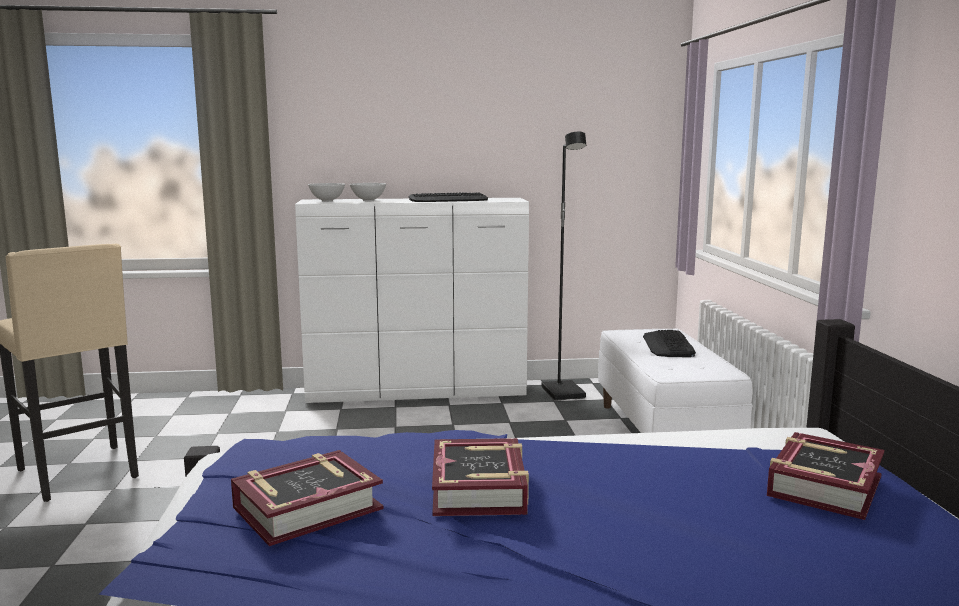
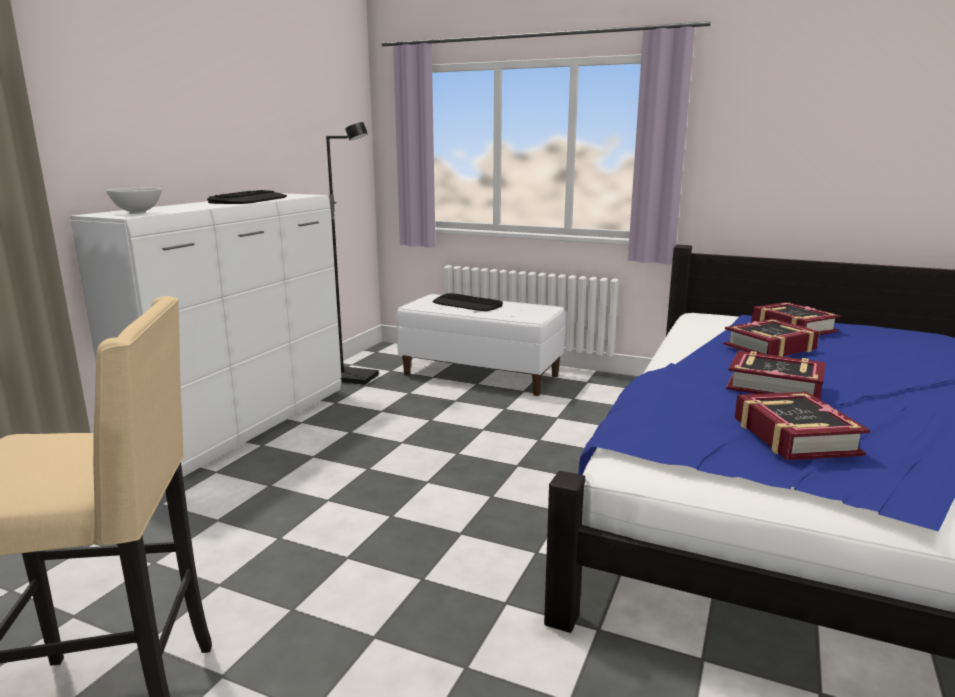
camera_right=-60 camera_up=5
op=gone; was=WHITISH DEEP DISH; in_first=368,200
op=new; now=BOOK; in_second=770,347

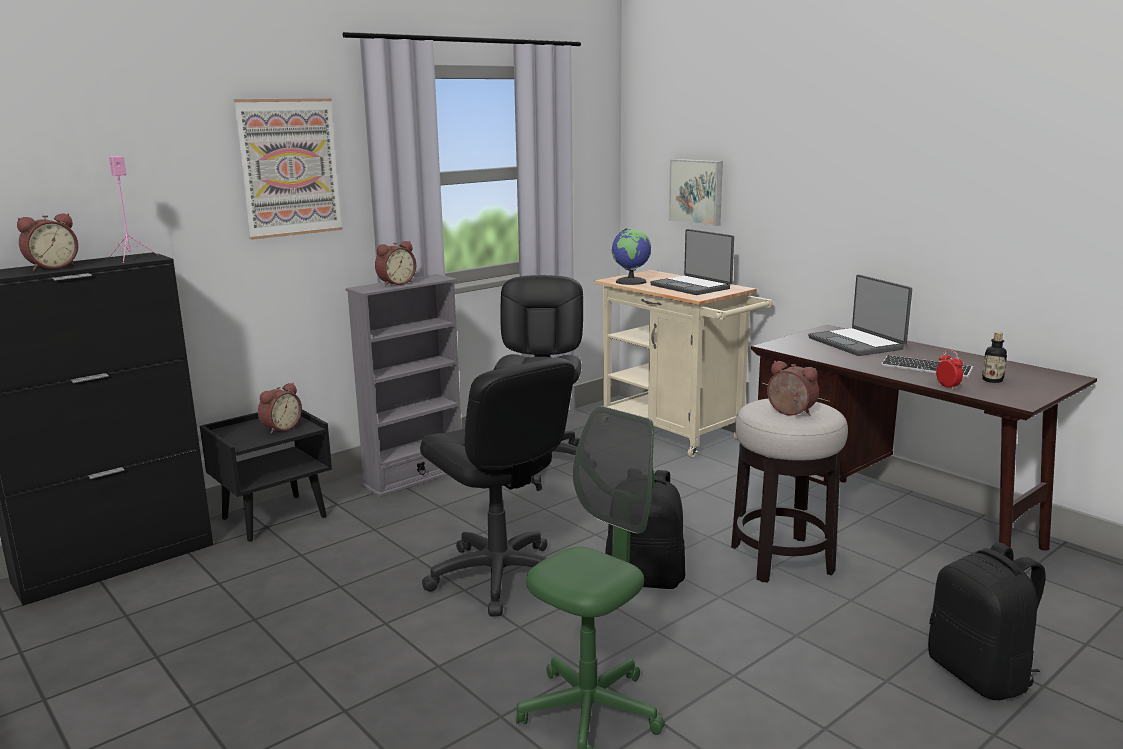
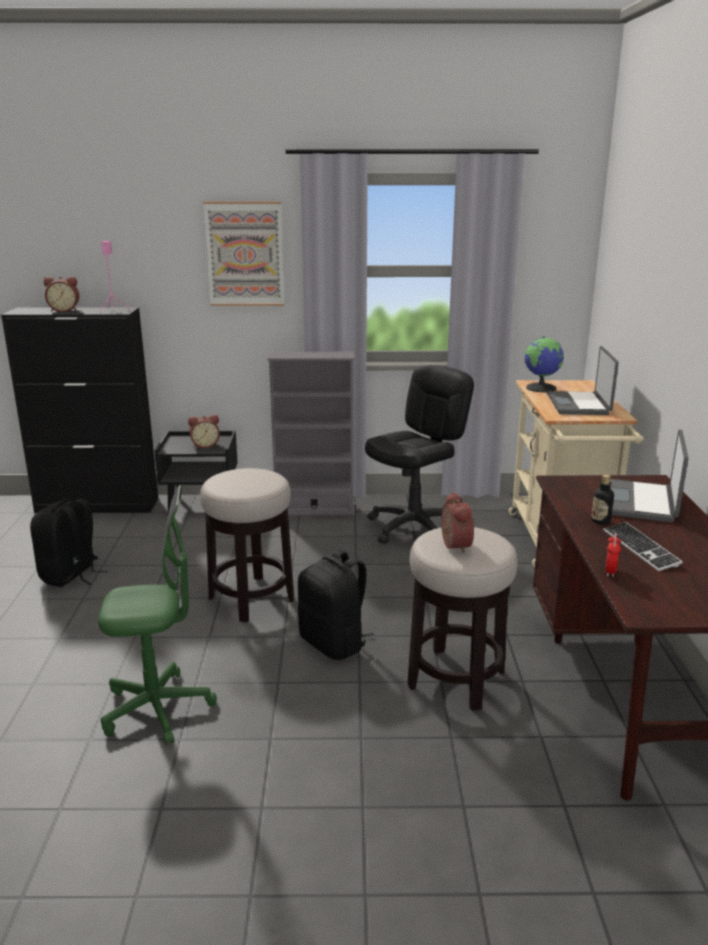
camera_right=40 camera_up=5
op=gone; was=TABLE CLOCK; in_first=395,283
op=swapped; was=BLACK OFFICE CHAIR; now=STOOL; in_first=498,577; in_second=251,599
op=gone; was=PICTURE; in_first=697,191
op=shifted; was=BLACK RUCKSACK; in_first=980,675; in_second=71,575
op=shifted; was=BEVERAGE BOTTLE; in_first=992,380; in_second=600,521

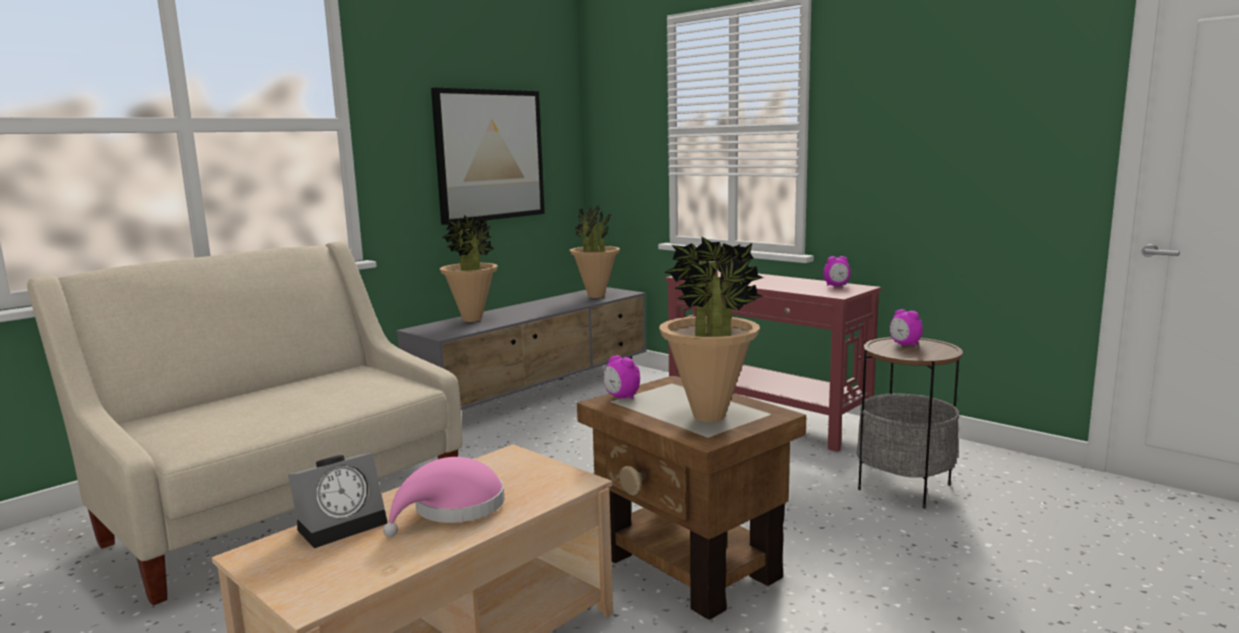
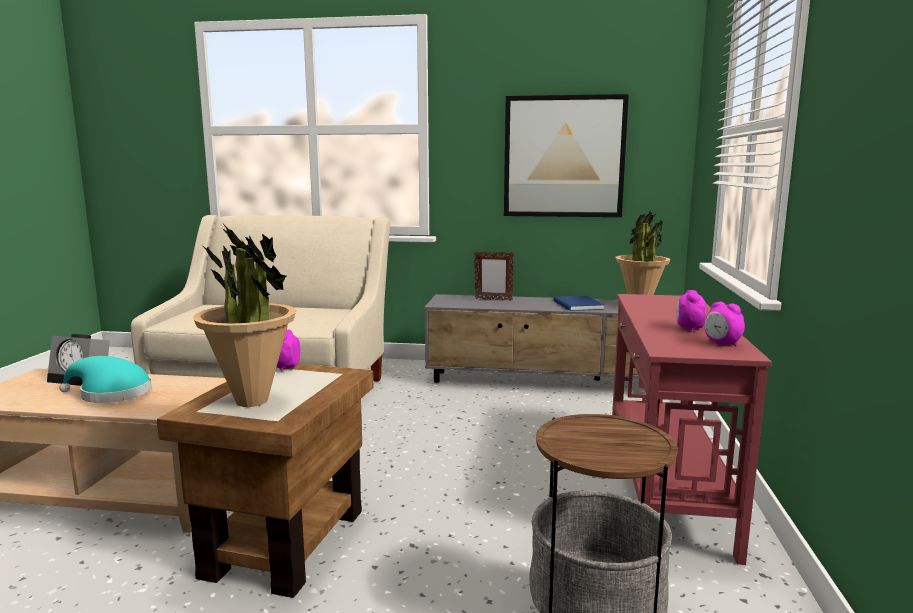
camera_right=55 camera_up=0
op=repainted; was=PINK HAT; now=BLUE-GREEN HAT; in_first=453,509; in_second=111,394
op=swapped; was=HOUSEPLANT; now=PICTURE FRAME; in_first=472,319; in_second=493,299
op=shifted; was=TABLE CLOCK; in_first=904,344; in_second=688,329
op=new; now=BLUE-COLOURED BOOK; in_second=577,305

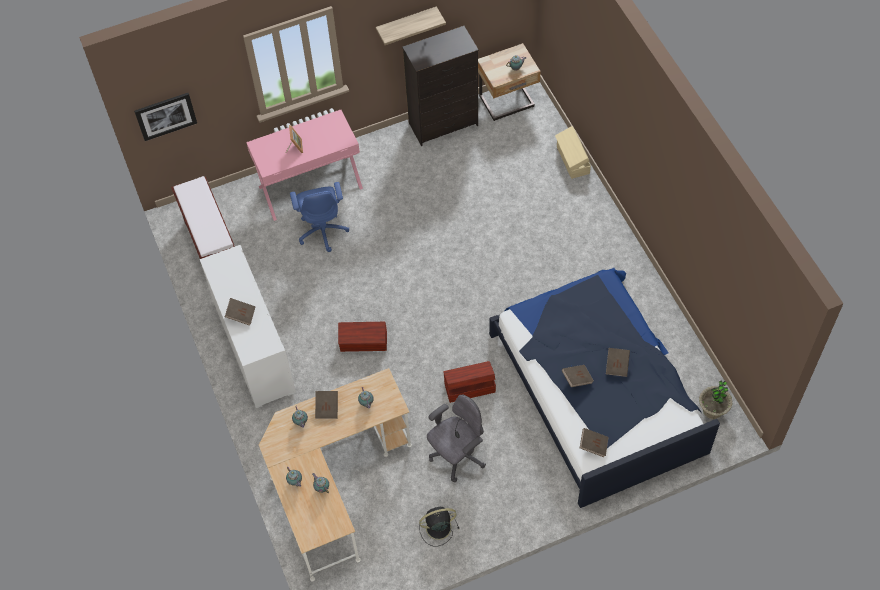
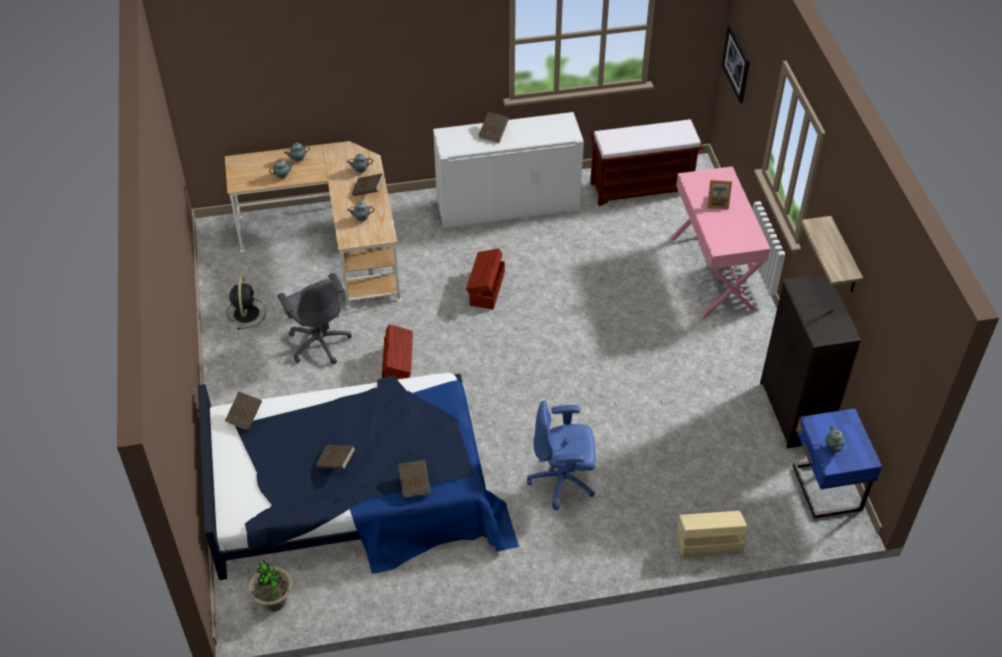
camera_right=100 camera_up=-10
op=shifted; was=BLUE-COLOURED OFFICE CHAIR; in_first=323,230; in_second=563,481
op=repainted; was=BEIGE-COLOURED NIGHT TABLE; now=BLUE-COLOURED NIGHT TABLE; in_first=507,102; in_second=824,489
op=shifted; was=BROWN BOOK; in_first=577,379; in_second=414,484

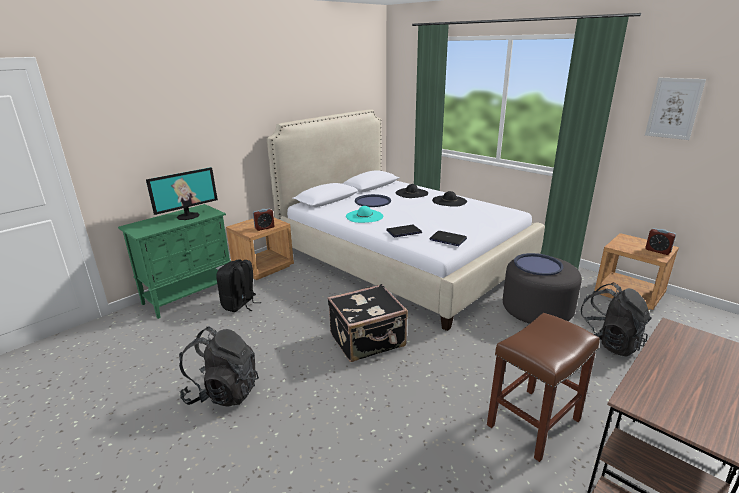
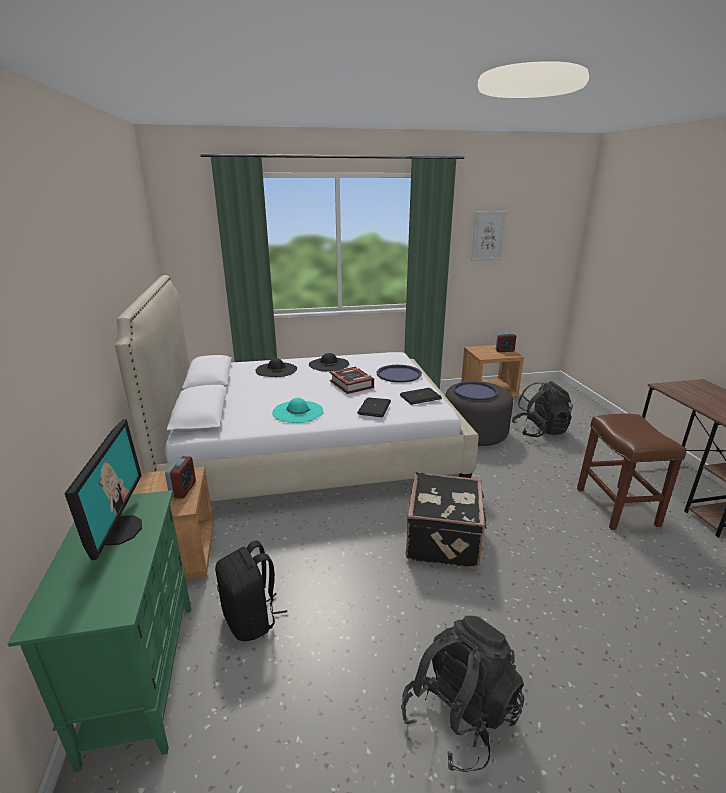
camera_right=-55 camera_up=0
op=shifted; was=BLUE-COLOURED SERVING TRAY; in_first=372,201; in_second=398,374
op=new; now=BOOK; in_second=352,384

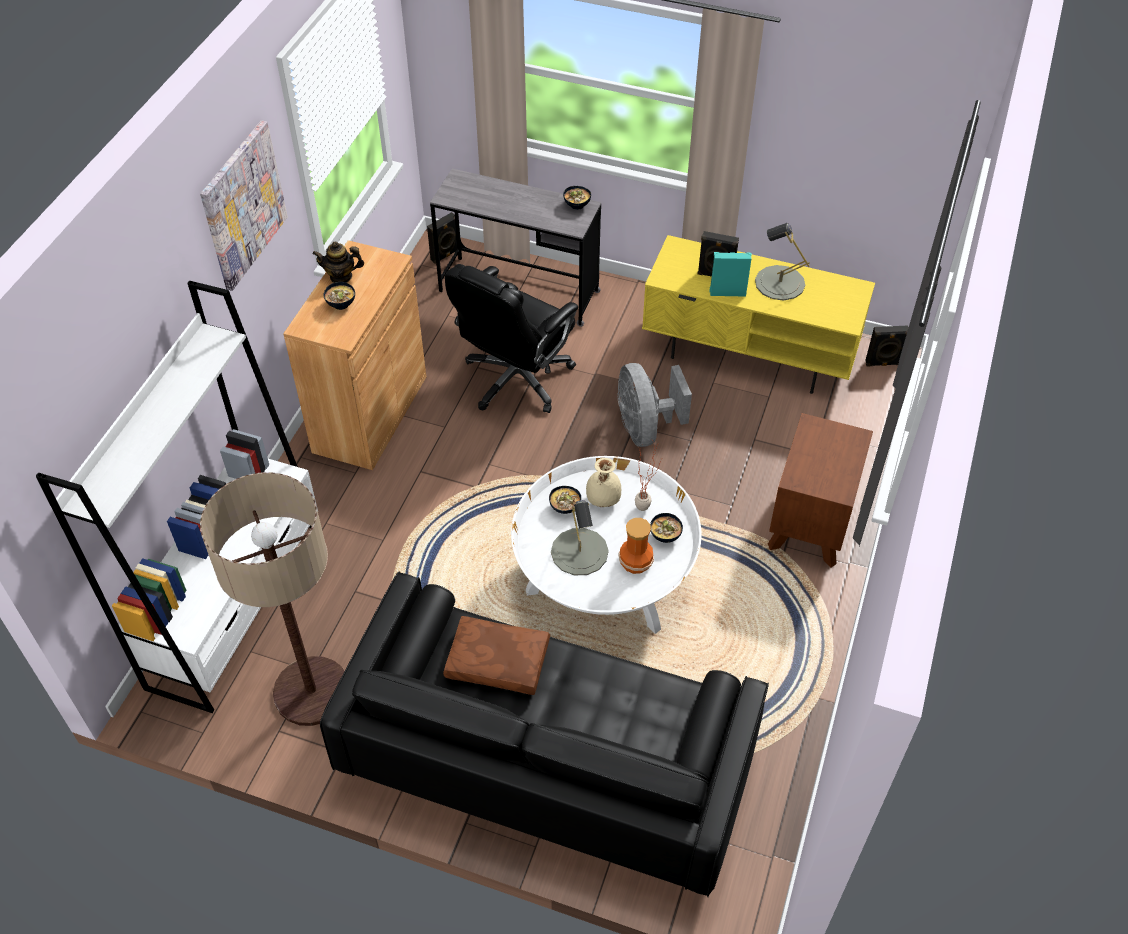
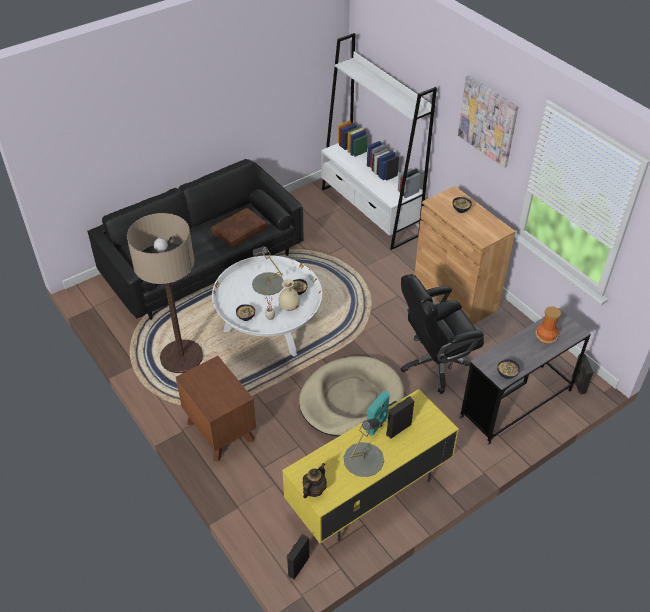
camera_right=125 camera_up=-5
op=shifted; was=FLOOR LAMP; in_first=311,692; in_second=181,357
op=shifted; was=TEAPOT; in_first=341,276; in_second=314,489
op=rotated; was=BLACK OFFICE CHAIR; in_first=516,379; in_second=436,363; clockwise=-90
op=swapped; was=GRAY ELECTRIC FAN; now=BEIGE-COLOURED PET BED; in_first=645,428; in_second=351,400
op=shifted; was=FLOWER VASE; in_first=635,562; in_second=545,337

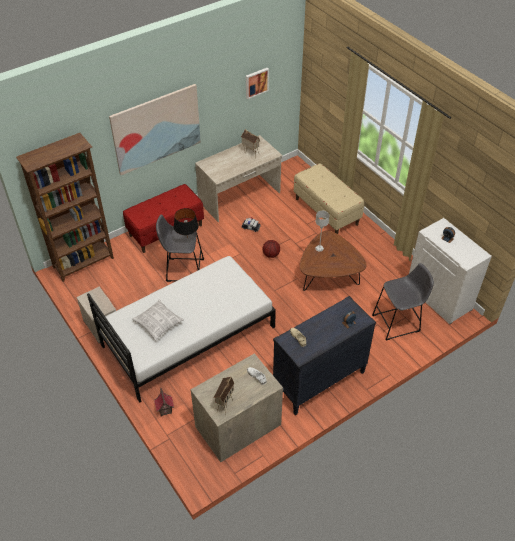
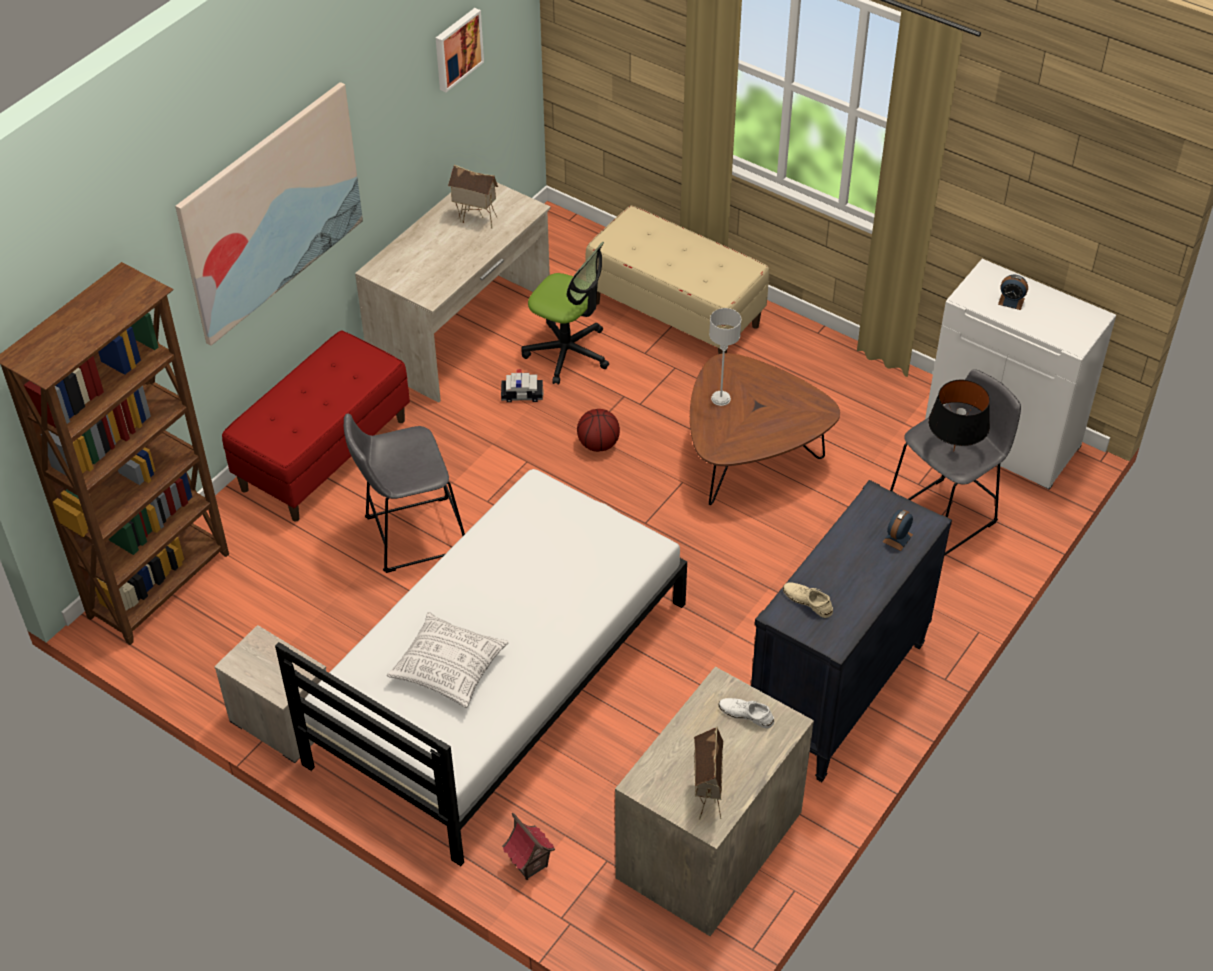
camera_right=-20 camera_up=0
op=shifted; was=BLACK TABLETOP LAMP; in_first=187,237; in_second=953,451
op=new; now=OFFICE CHAIR; in_second=567,352

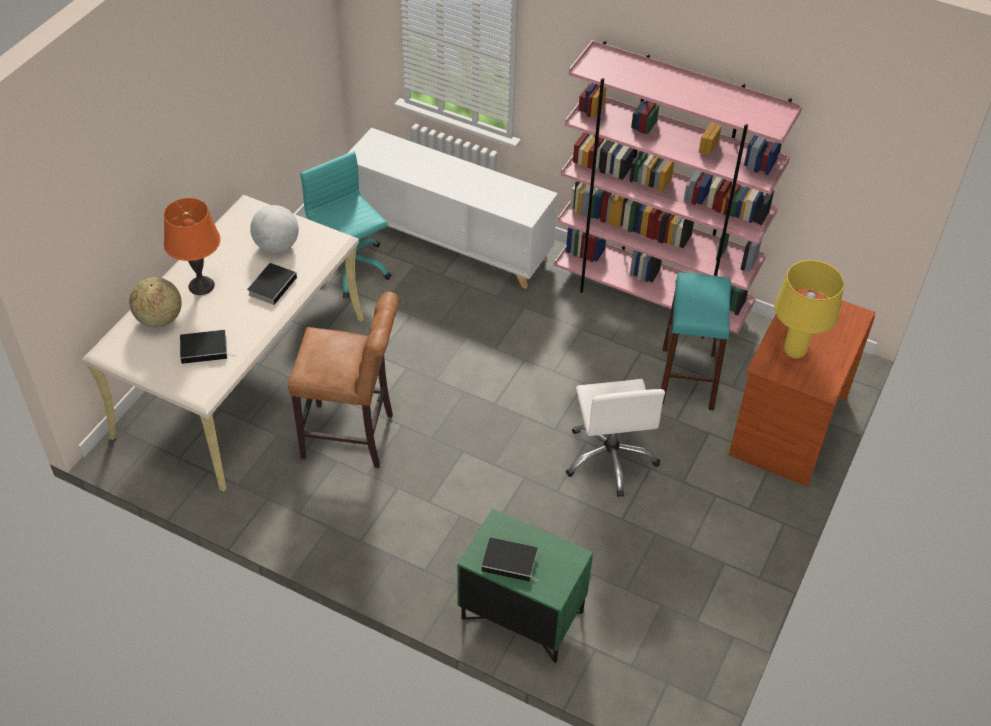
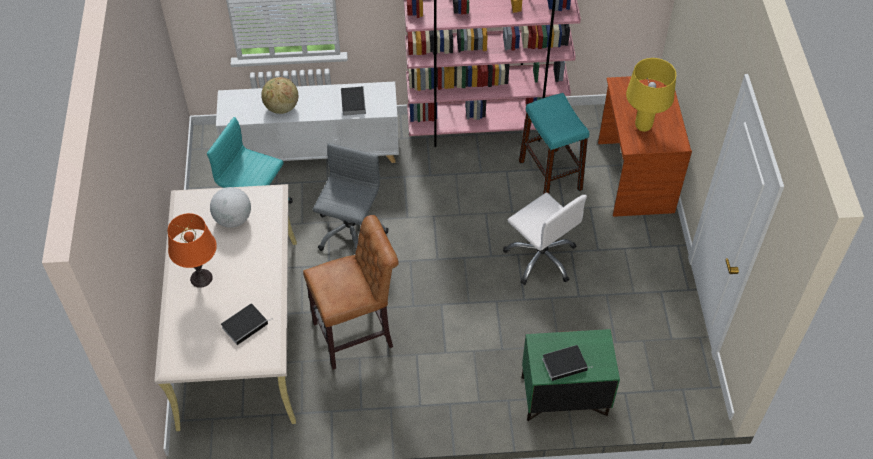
camera_right=-30 camera_up=5
op=shifted; was=WORLD GLOBE; in_first=159,319; in_second=281,107
op=shifted; was=BOOK; in_first=273,285; in_second=353,102
op=new; now=GRAY OFFICE CHAIR; in_second=350,231

